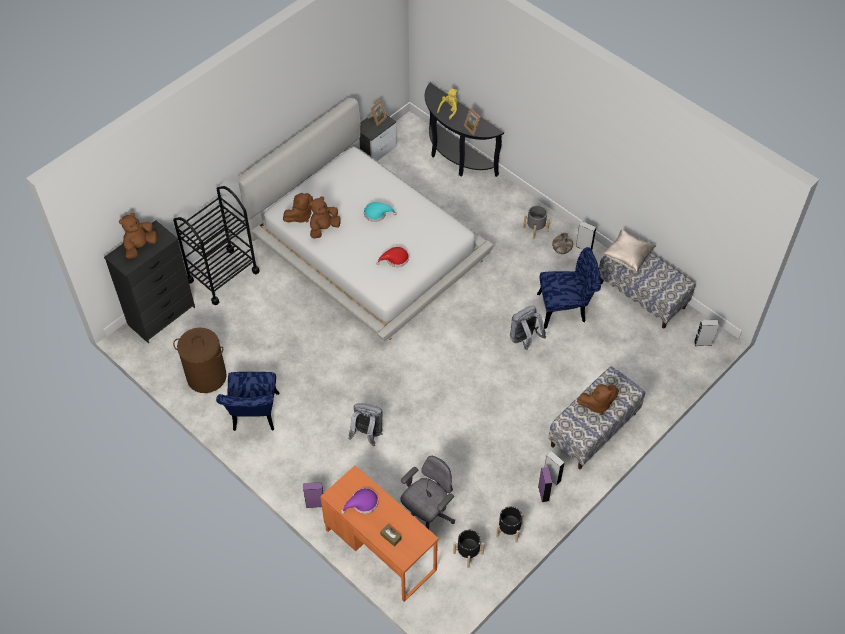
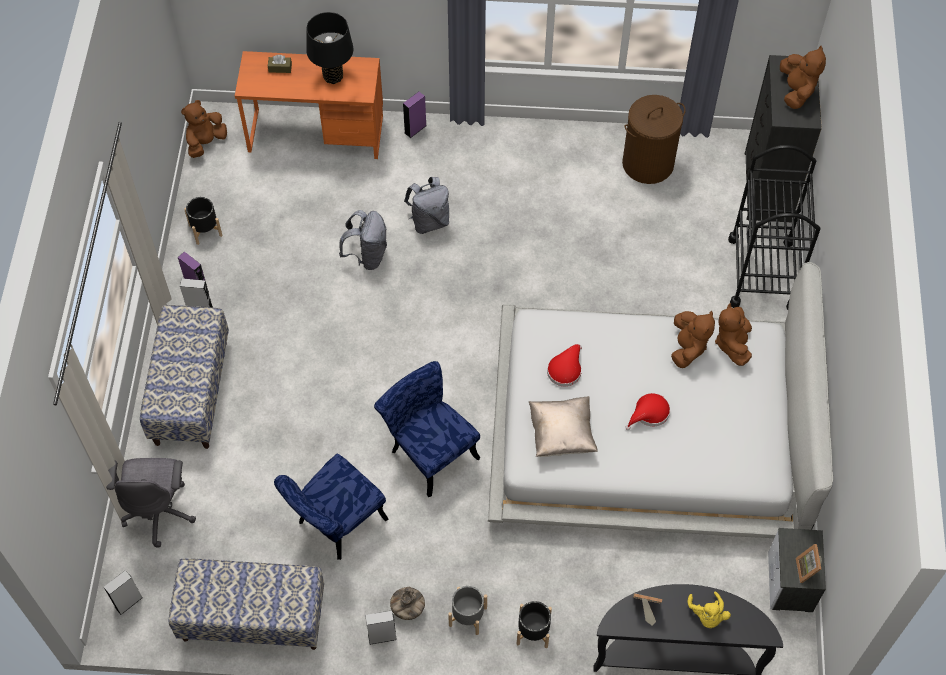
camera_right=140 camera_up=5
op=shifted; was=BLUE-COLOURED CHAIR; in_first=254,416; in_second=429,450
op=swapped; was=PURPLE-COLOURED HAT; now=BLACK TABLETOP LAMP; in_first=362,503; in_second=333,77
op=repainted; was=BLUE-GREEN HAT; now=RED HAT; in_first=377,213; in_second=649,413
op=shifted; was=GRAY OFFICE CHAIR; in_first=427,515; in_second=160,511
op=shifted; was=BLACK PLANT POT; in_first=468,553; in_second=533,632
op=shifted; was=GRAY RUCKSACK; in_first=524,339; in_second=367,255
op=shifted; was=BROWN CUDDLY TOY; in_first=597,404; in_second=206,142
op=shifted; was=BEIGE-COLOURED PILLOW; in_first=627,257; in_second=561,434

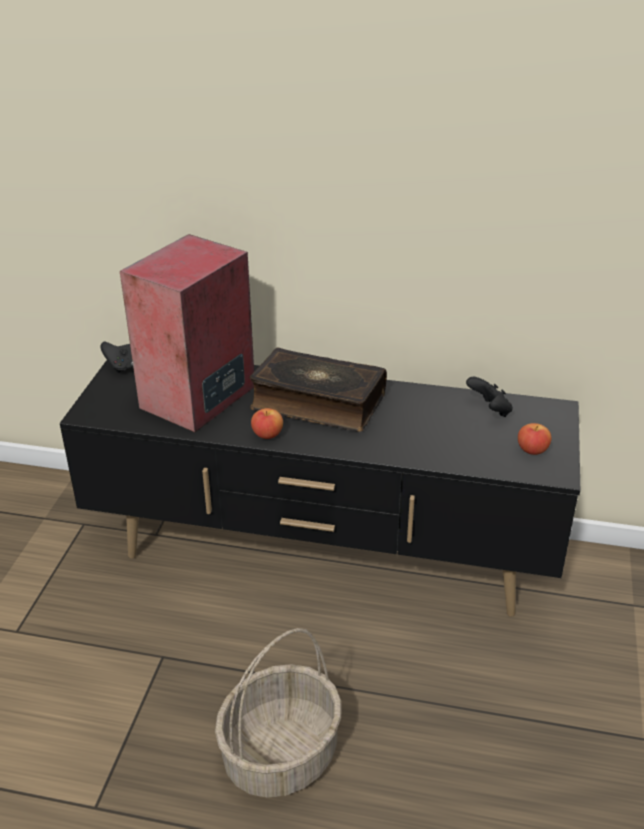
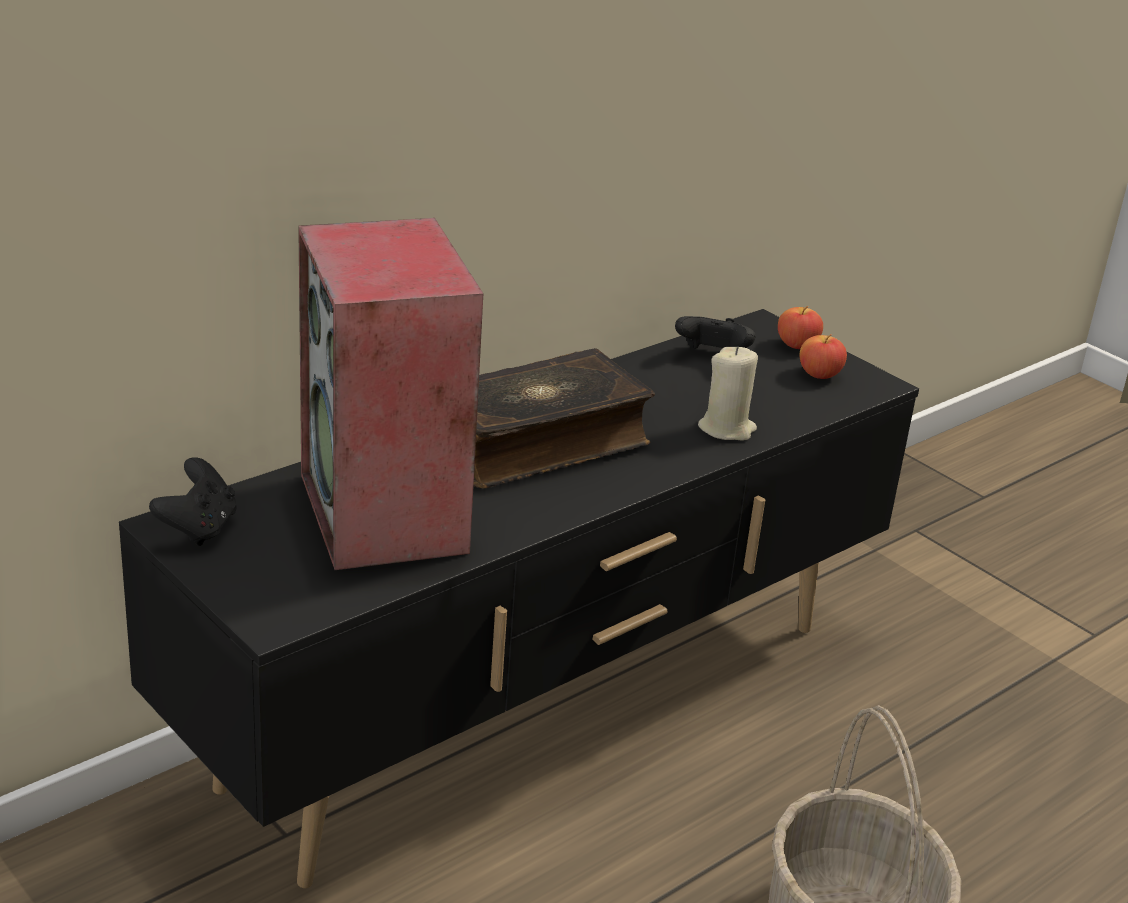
camera_right=-55 camera_up=-5
op=shifted; was=APPLE; in_first=267,434; in_second=797,345
op=new; now=BEIGE-COLOURED WAX LIGHT; in_second=727,429

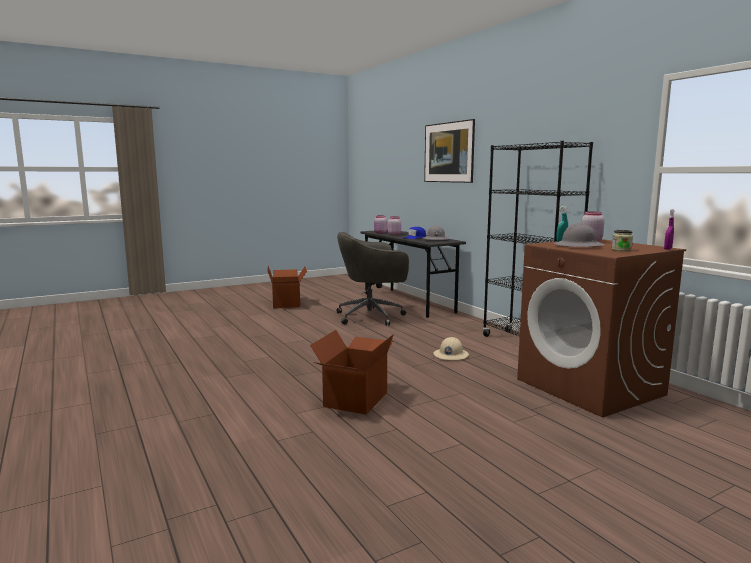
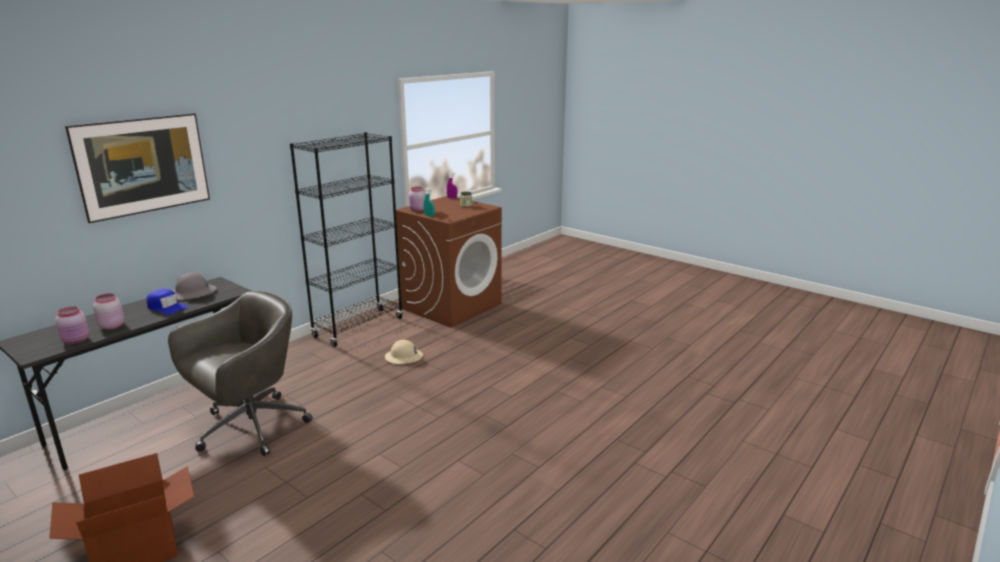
camera_right=-110 camera_up=10
op=gone; was=PACKING BOX; in_first=354,399
op=rotated; was=GRAY OFFICE CHAIR; in_first=372,316; in_second=249,428; clockwise=-105
op=gone; was=GRAY SAFETY HELMET; in_first=579,246

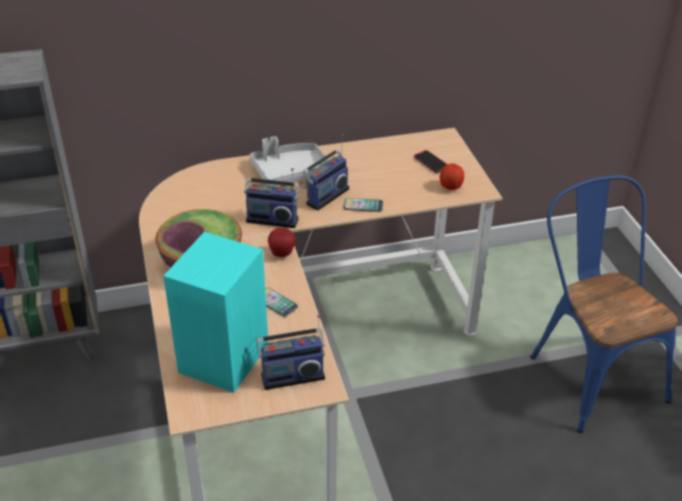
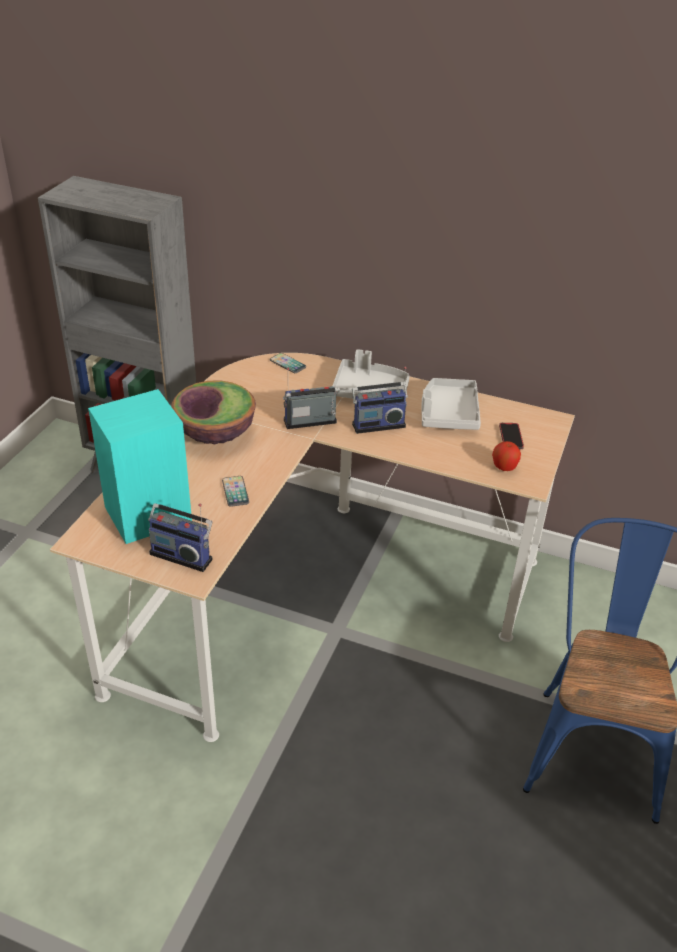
camera_right=35 camera_up=0
op=rotated; was=RADIO SET; in_first=273,218; in_second=311,423; clockwise=120
op=gone; was=APPLE; in_first=282,254
op=shifted; was=HANDSET; in_first=363,206; in_second=287,364
op=new; now=GRAY SERVING TRAY; in_second=448,413

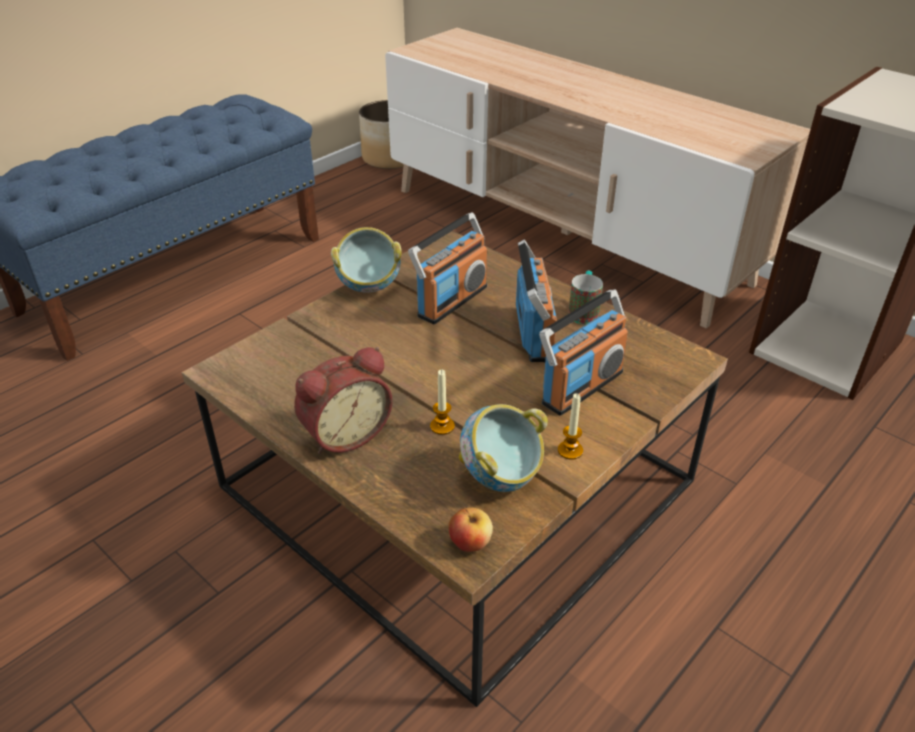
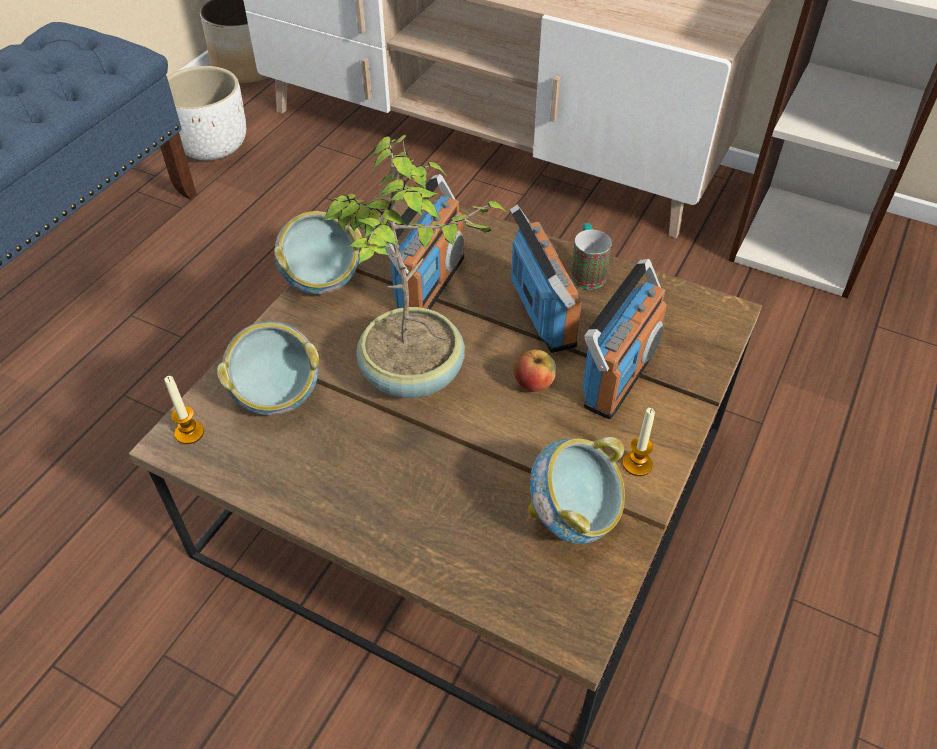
camera_right=-15 camera_up=10
op=gone; was=TABLE CLOCK; in_first=344,433
op=shifted; was=WAX LIGHT; in_first=442,426; in_second=189,433
op=shifted; was=APPLE; in_first=470,542; in_second=533,383
op=new; now=WHITISH PLANT POT; in_second=213,146
op=new; now=DEEP DISH; in_second=277,397
op=new; now=HOUSEPLANT; in_second=413,376

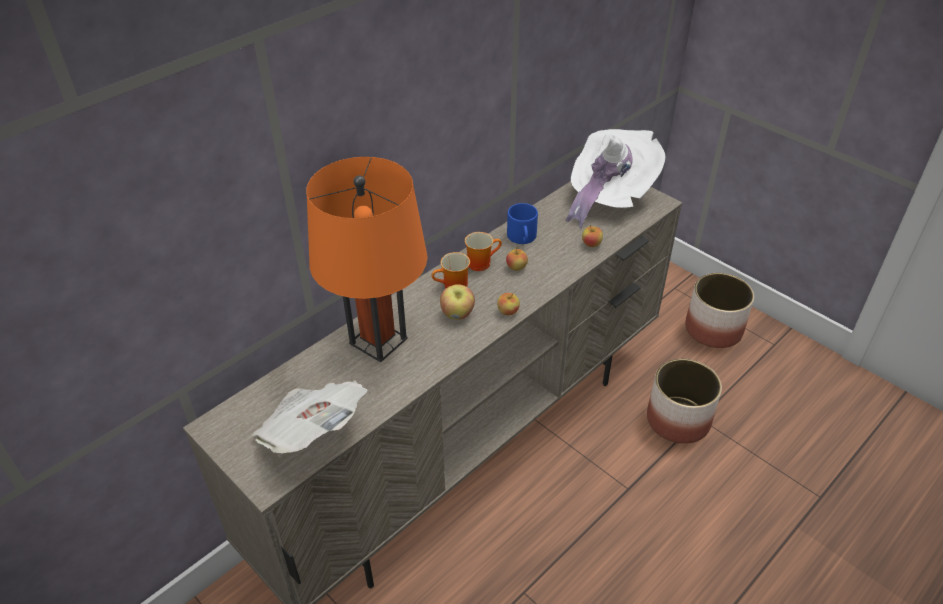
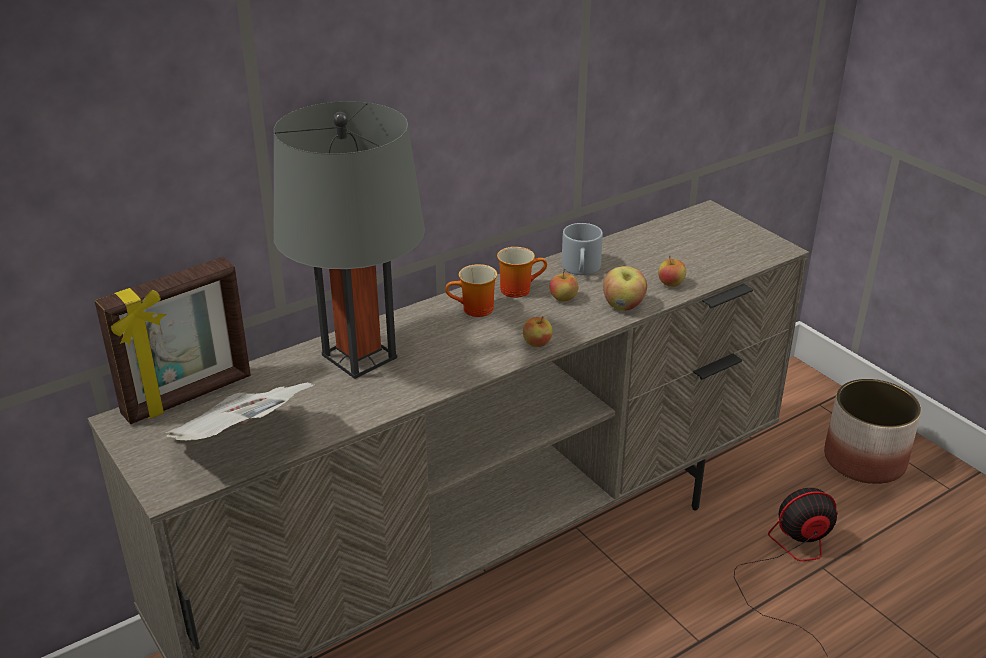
camera_right=10 camera_up=-10
op=repainted; was=ORANGEY TABLETOP LAMP; now=GRAY TABLETOP LAMP; in_first=378,341; in_second=359,356
op=shifted; was=APPLE; in_first=457,314; in_second=623,306
op=repainted; was=BLUE-COLOURED MUG; now=GRAY MUG; in_first=523,238; in_second=581,269
op=gone; was=WHITISH HAT; in_first=608,197
op=swapped; was=PLANT POT; now=ELECTRIC FAN; in_first=678,419; in_second=790,564
op=new; now=PICTURE FRAME; in_second=188,397

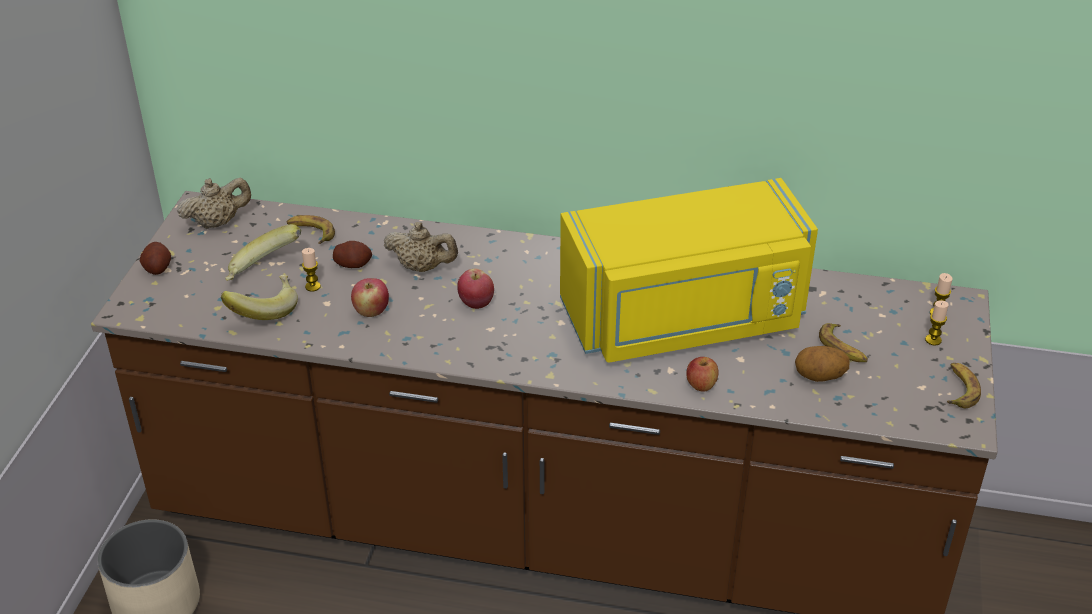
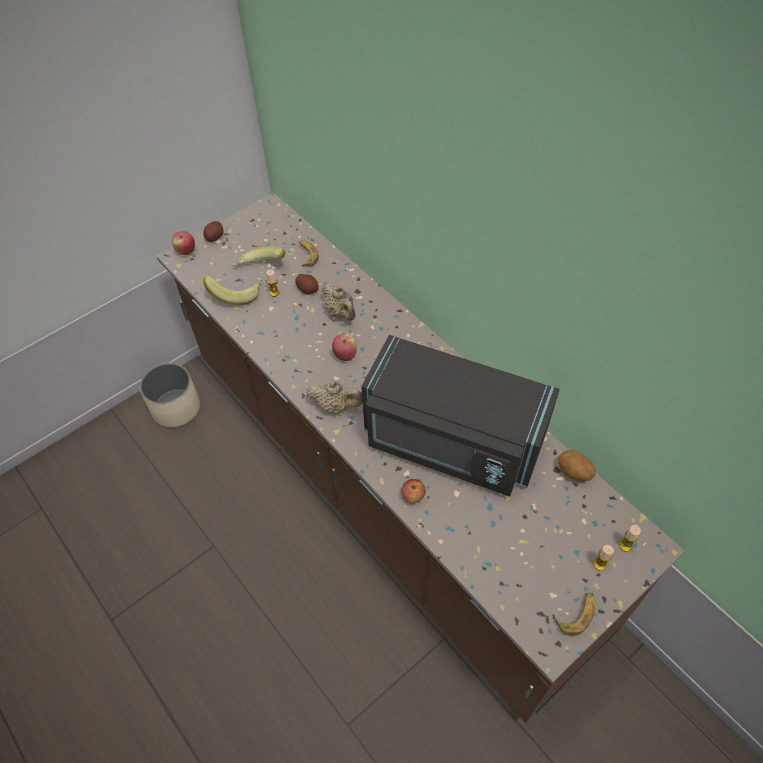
camera_right=40 camera_up=15
op=shifted; was=BEIGE-COLOURED TEAPOT; in_first=218,223; in_second=336,406
op=shifted; was=APPLE; in_first=371,311; in_second=186,251
op=repainted; was=YELLOW-COLOURED MICROWAVE; now=BLACK MICROWAVE; in_first=685,320; in_second=451,442
op=shifted; was=POTATO; in_first=819,378; in_second=573,473
op=gone; was=BANANA FRUIT; in_first=843,348

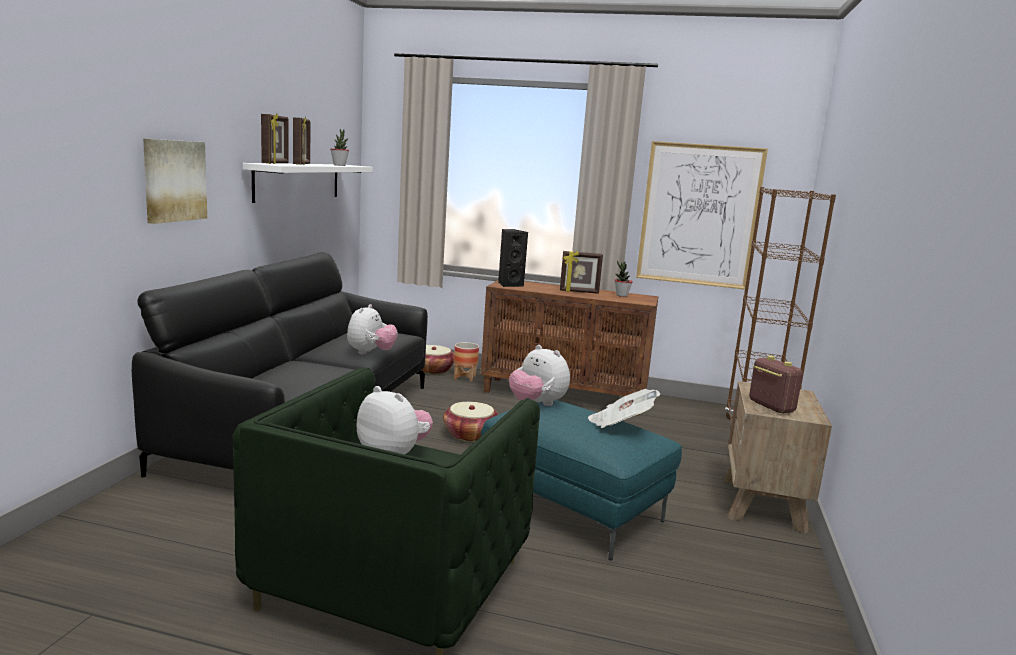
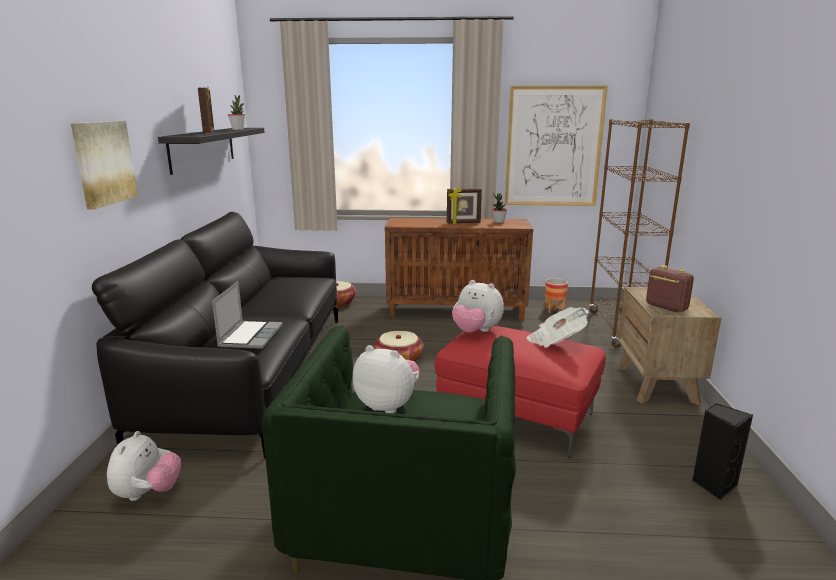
camera_right=-10 camera_up=5
op=repainted; was=WHITISH BRACKET SHELF; now=BLACK BRACKET SHELF; in_first=298,181; in_second=203,148
op=gone; was=PICTURE FRAME; in_first=276,163
op=shifted; was=CUDDLY TOY; in_first=370,353; in_second=148,493
op=shifted; was=PLANT POT; in_first=465,378; in_second=554,309
op=repainted; was=BLUE-GREEN FOOTREST; now=RED FOOTREST; in_first=574,509; in_second=518,416
op=shifted; was=BLACK AUDIO SPEAKER; in_first=509,284; in_second=713,484
op=new; now=PORTABLE COMPUTER; in_second=250,336

